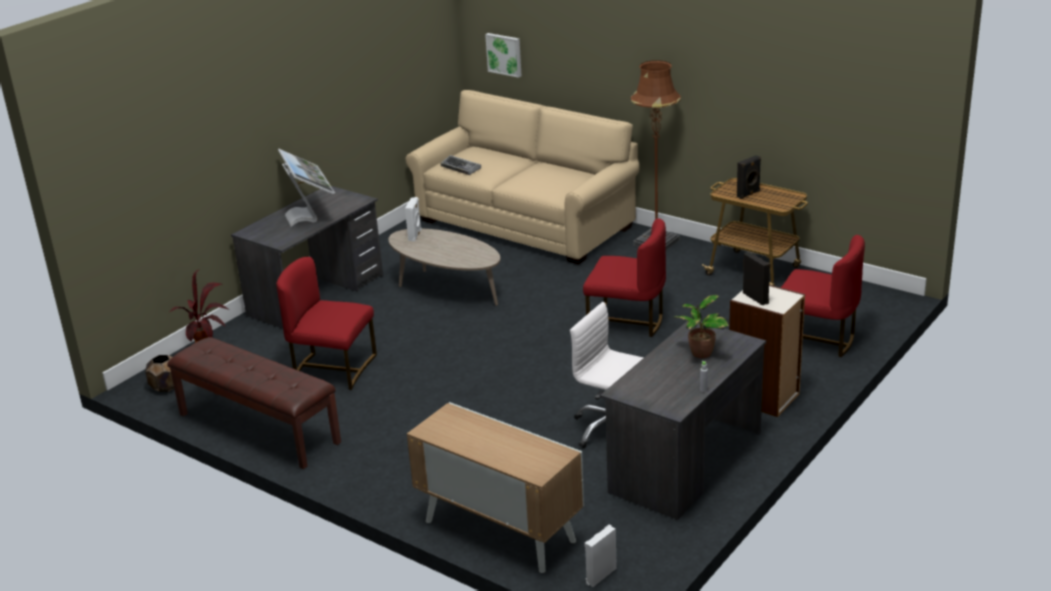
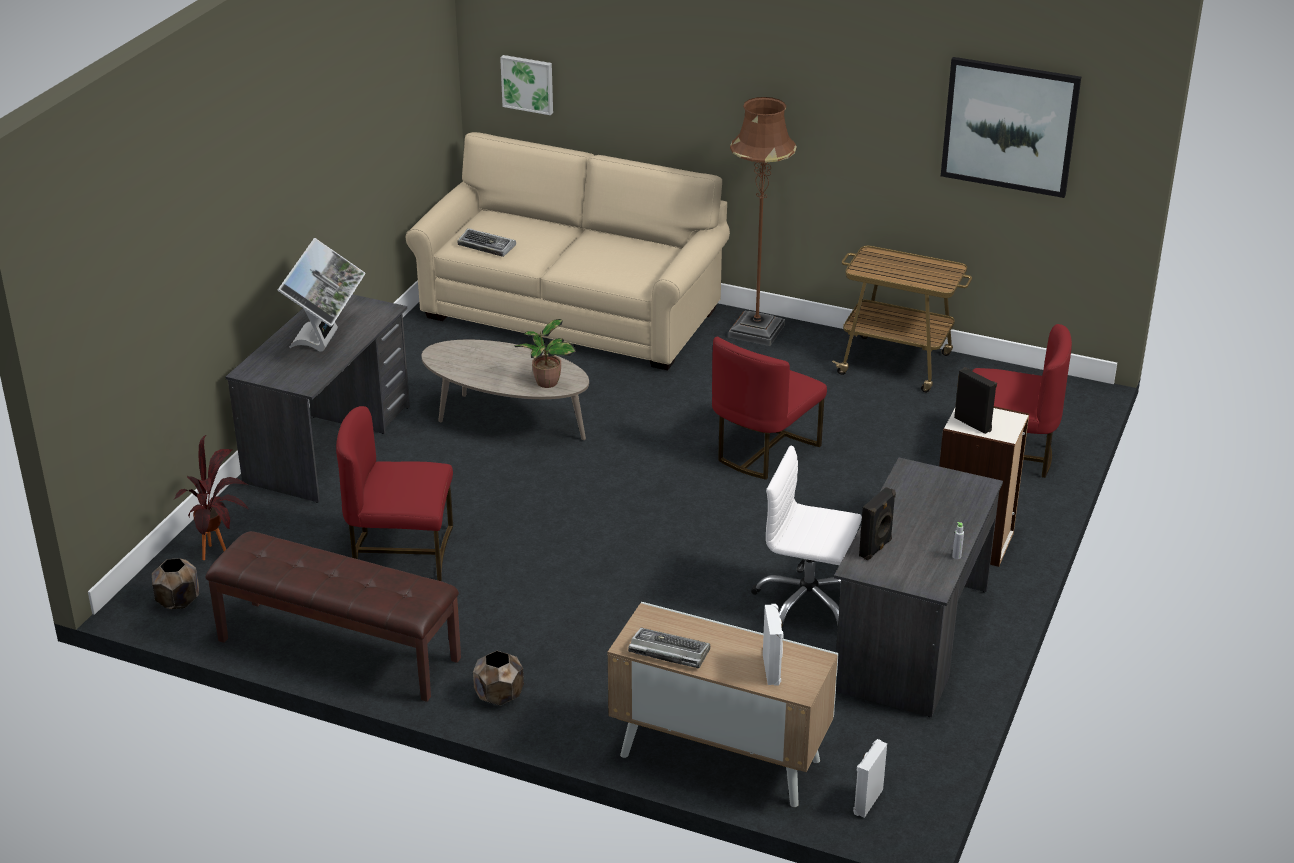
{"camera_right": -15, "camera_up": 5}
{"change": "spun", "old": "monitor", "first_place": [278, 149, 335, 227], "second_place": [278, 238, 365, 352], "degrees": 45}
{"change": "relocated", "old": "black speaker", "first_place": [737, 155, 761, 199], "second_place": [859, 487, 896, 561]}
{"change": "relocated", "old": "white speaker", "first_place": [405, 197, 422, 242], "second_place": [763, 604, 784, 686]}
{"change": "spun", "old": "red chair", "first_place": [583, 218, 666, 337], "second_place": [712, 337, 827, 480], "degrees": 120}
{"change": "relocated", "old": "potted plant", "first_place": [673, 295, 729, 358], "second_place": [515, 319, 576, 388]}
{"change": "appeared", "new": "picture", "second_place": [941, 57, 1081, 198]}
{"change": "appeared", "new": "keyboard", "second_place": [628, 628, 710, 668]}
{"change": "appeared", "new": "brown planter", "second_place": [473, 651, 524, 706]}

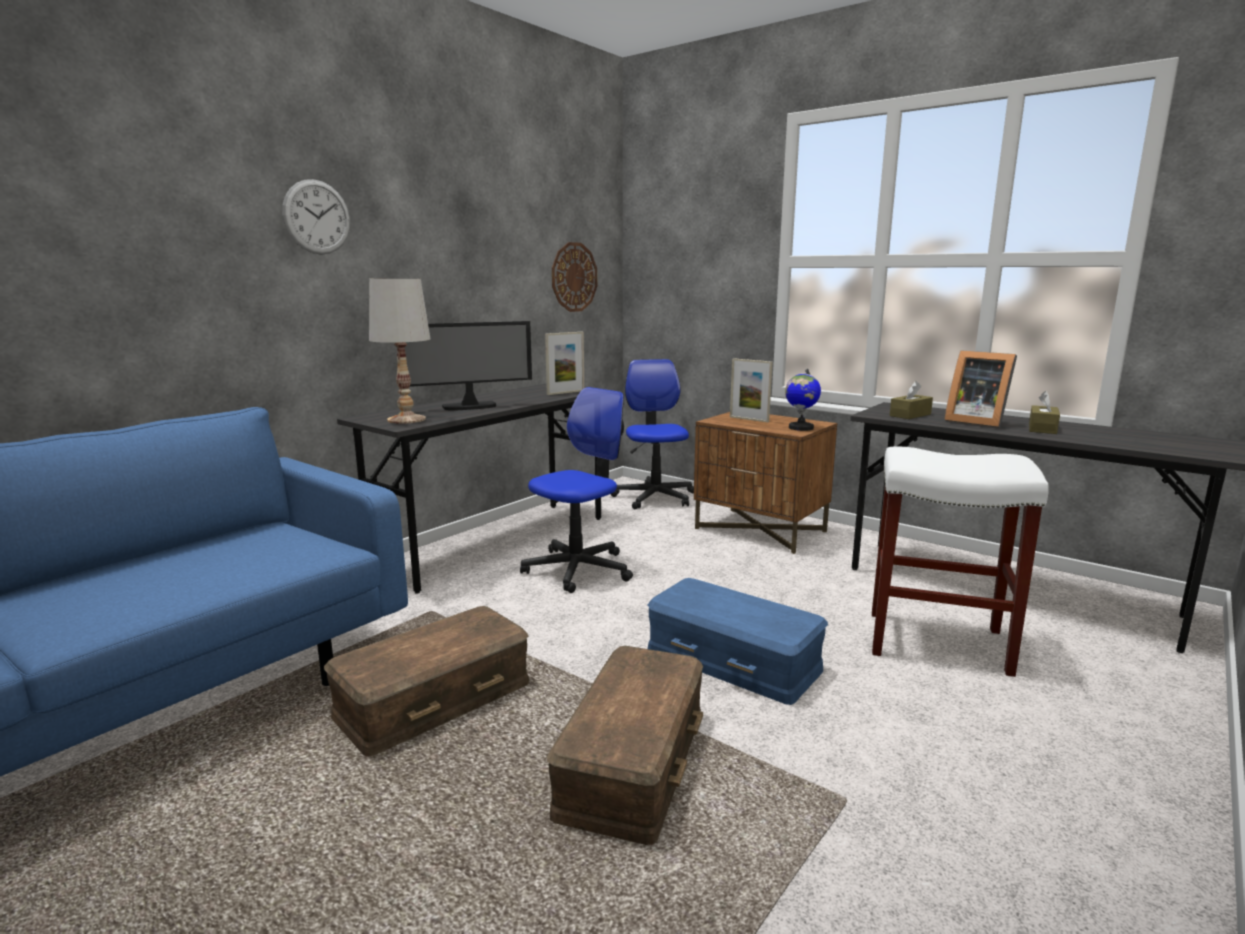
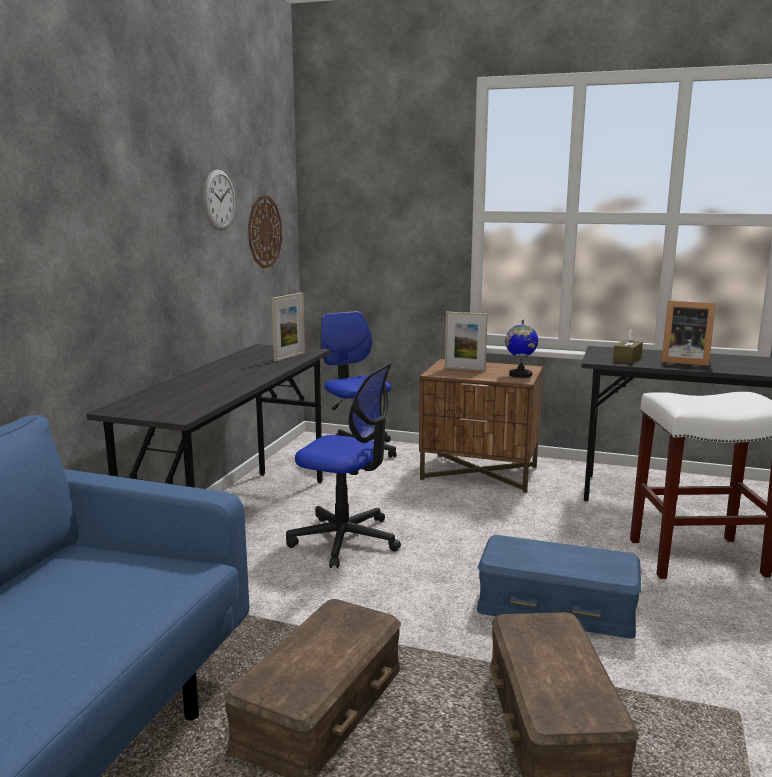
{"camera_right": -20, "camera_up": 0}
{"change": "relocated", "old": "wall clock", "first_place": [282, 179, 350, 255], "second_place": [203, 169, 235, 231]}
{"change": "missing", "old": "white table lamp", "first_place": [369, 279, 431, 424]}
{"change": "missing", "old": "monitor", "first_place": [405, 321, 532, 410]}
{"change": "spun", "old": "office chair", "first_place": [520, 387, 633, 593], "second_place": [286, 362, 401, 568], "degrees": 90}
{"change": "missing", "old": "brown tissue box", "first_place": [1029, 391, 1060, 434]}

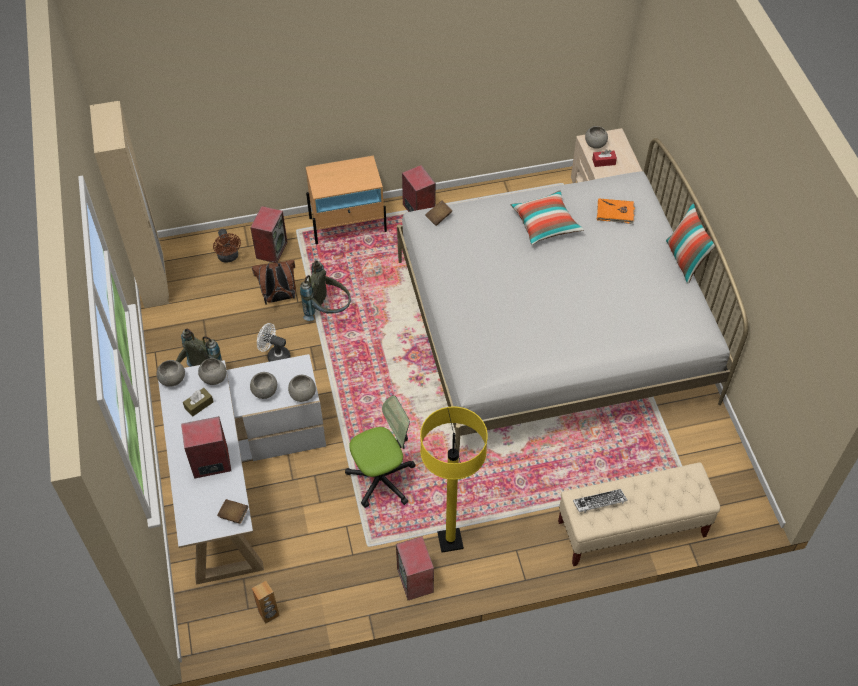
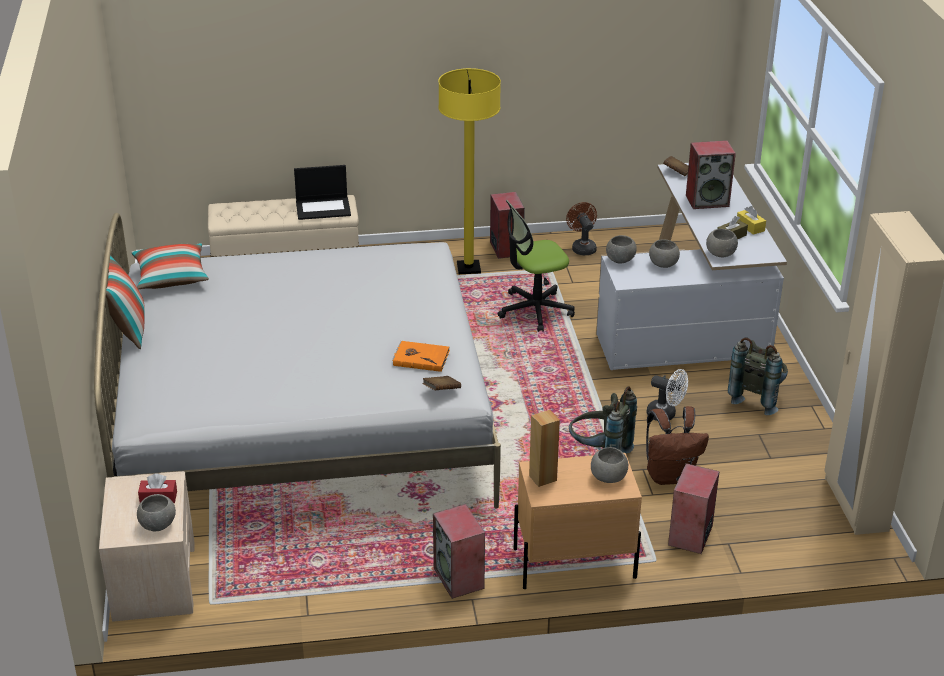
{"camera_right": -175, "camera_up": -20}
{"change": "relocated", "old": "pillow", "first_place": [511, 190, 584, 245], "second_place": [131, 243, 209, 289]}
{"change": "relocated", "old": "orange book", "first_place": [597, 198, 635, 224], "second_place": [392, 341, 450, 372]}
{"change": "relocated", "old": "brown fan", "first_place": [213, 229, 241, 263], "second_place": [566, 202, 597, 255]}
{"change": "relocated", "old": "grey bowl", "first_place": [157, 360, 185, 387], "second_place": [591, 447, 628, 483]}
{"change": "exchanged", "old": "keyboard", "new": "laptop", "first_place": [573, 489, 627, 513], "second_place": [294, 165, 351, 220]}
{"change": "relocated", "old": "brown speaker", "first_place": [252, 580, 280, 624], "second_place": [529, 410, 560, 487]}
{"change": "appeared", "new": "yellow tissue box", "second_place": [737, 206, 766, 235]}

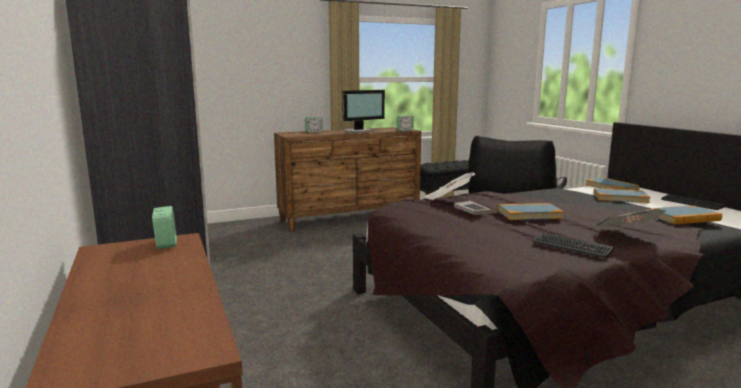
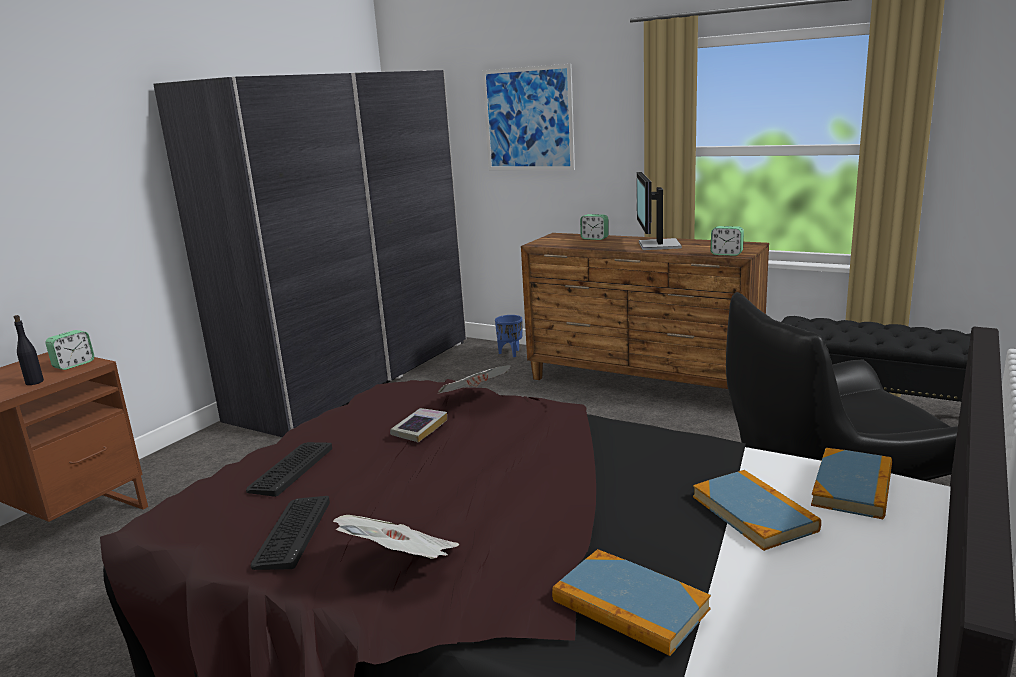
{"camera_right": 55, "camera_up": 5}
{"change": "spun", "old": "monitor", "first_place": [342, 90, 385, 133], "second_place": [637, 172, 682, 250], "degrees": 75}
{"change": "relocated", "old": "keyboard", "first_place": [661, 194, 725, 210], "second_place": [246, 442, 332, 497]}
{"change": "missing", "old": "book", "first_place": [498, 203, 564, 220]}
{"change": "appeared", "new": "picture", "second_place": [482, 64, 575, 170]}
{"change": "appeared", "new": "black bottle", "second_place": [14, 315, 44, 385]}
{"change": "appeared", "new": "blue planter", "second_place": [495, 315, 523, 357]}

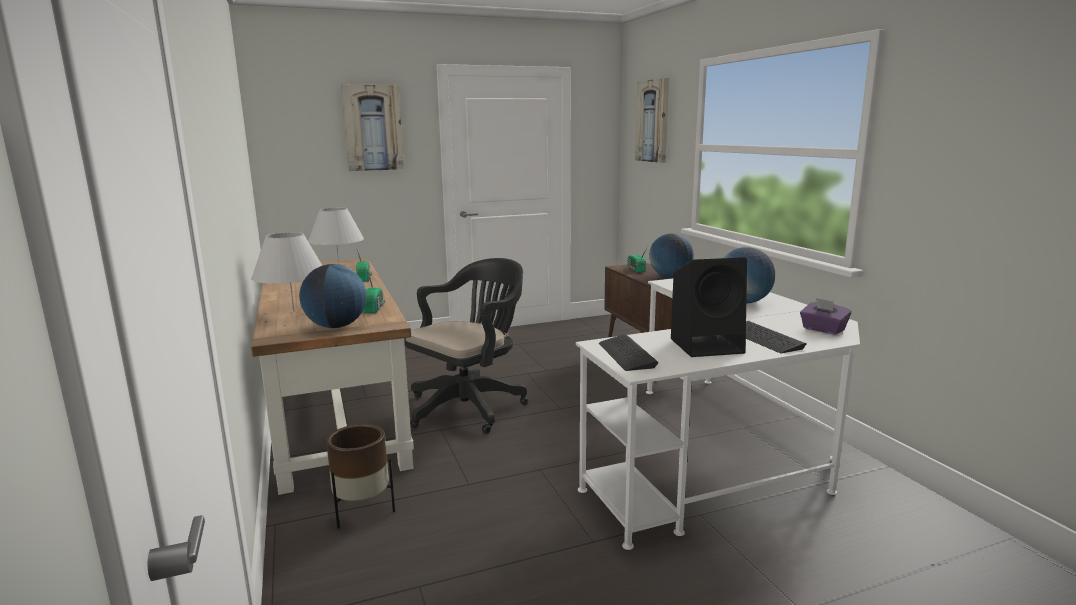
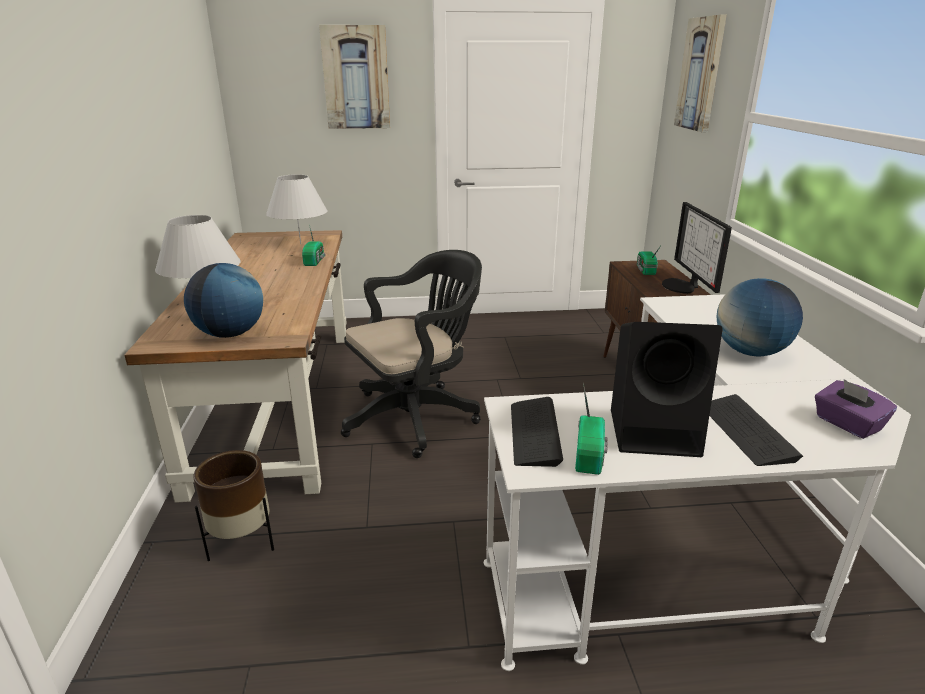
{"camera_right": 15, "camera_up": 10}
{"change": "exchanged", "old": "globe", "new": "monitor", "first_place": [649, 233, 694, 277], "second_place": [662, 202, 732, 294]}
{"change": "relocated", "old": "radio", "first_place": [363, 271, 385, 313], "second_place": [575, 383, 608, 475]}

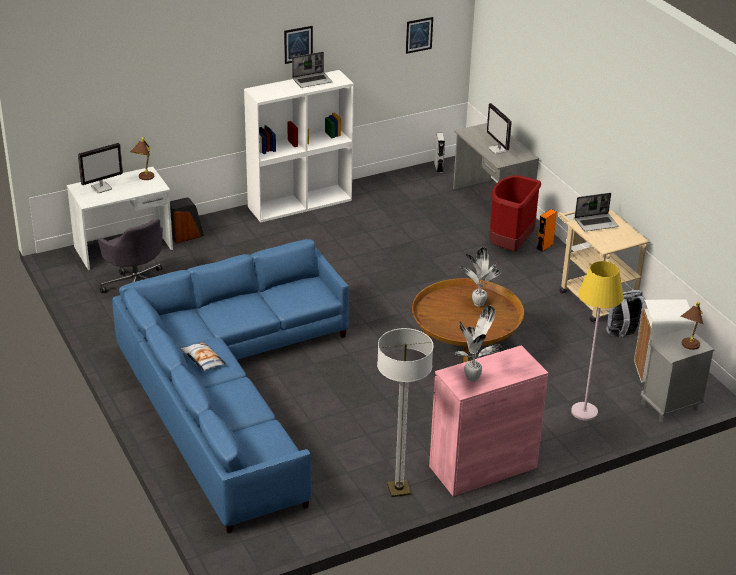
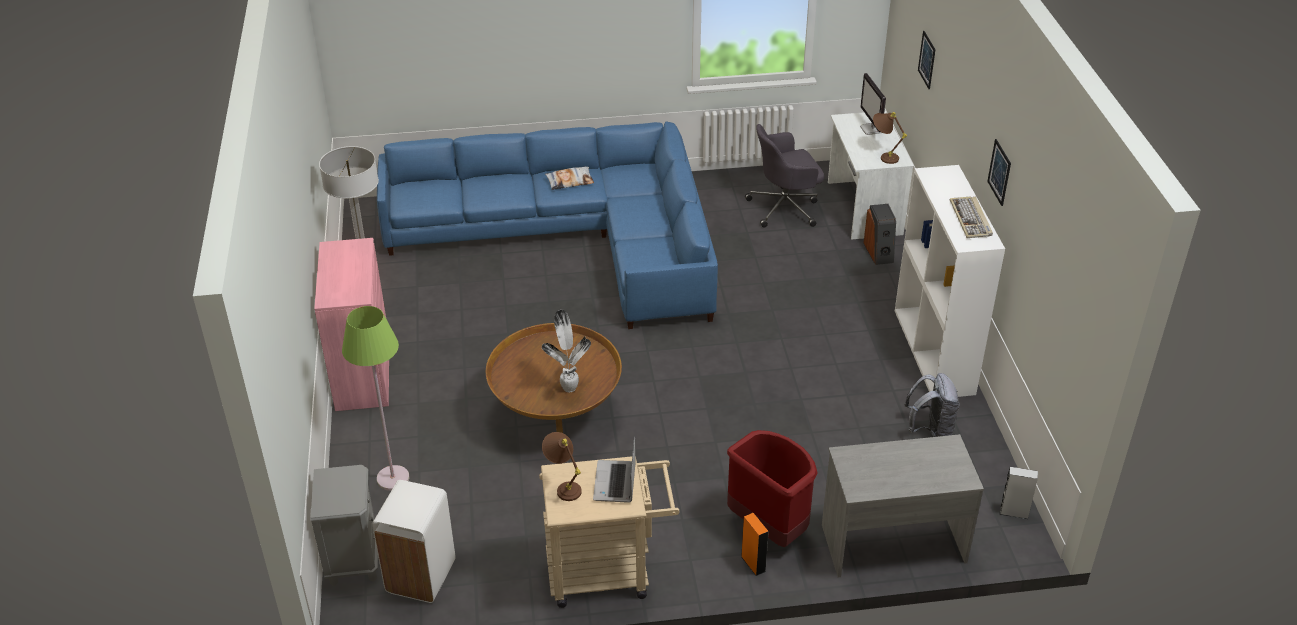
{"camera_right": 110, "camera_up": 5}
{"change": "relocated", "old": "picture", "first_place": [406, 17, 433, 54], "second_place": [918, 31, 936, 89]}
{"change": "exchanged", "old": "laptop", "new": "keyboard", "first_place": [292, 52, 333, 88], "second_place": [949, 197, 993, 238]}
{"change": "missing", "old": "monitor", "first_place": [487, 103, 512, 154]}
{"change": "colour", "old": "yellow floor lamp", "new": "green floor lamp", "first_place": [571, 261, 624, 421], "second_place": [342, 306, 409, 491]}
{"change": "relocated", "old": "grey backpack", "first_place": [606, 290, 646, 339], "second_place": [904, 373, 959, 437]}
{"change": "relocated", "old": "brown table lamp", "first_place": [681, 301, 703, 350], "second_place": [542, 432, 582, 501]}
{"change": "missing", "old": "potted plant", "first_place": [455, 305, 501, 381]}

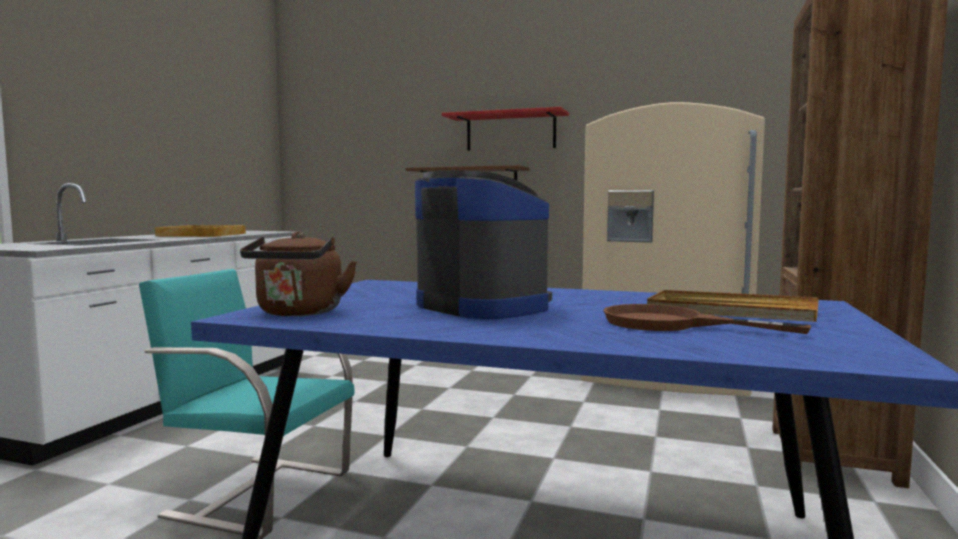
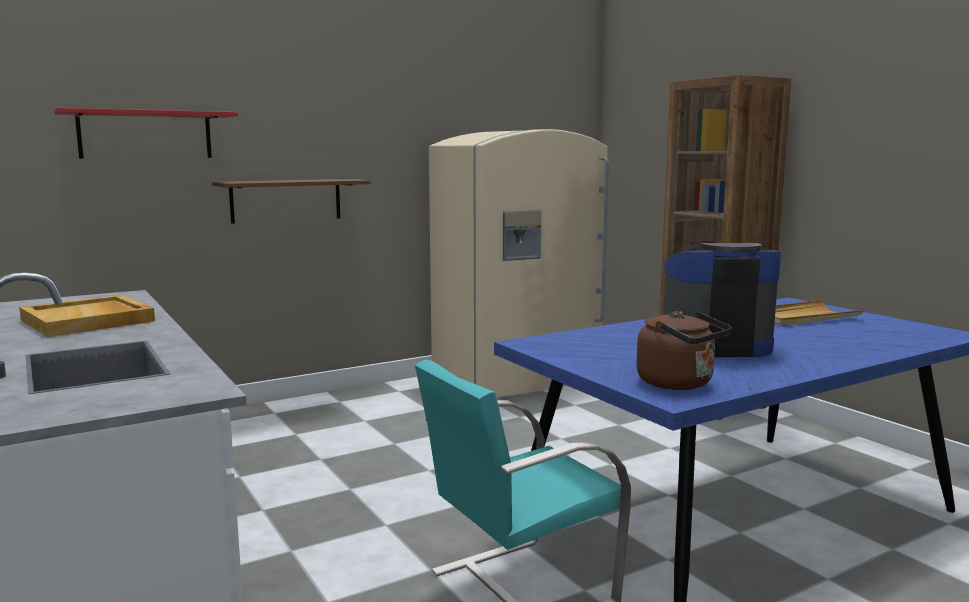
{"camera_right": -50, "camera_up": 5}
{"change": "relocated", "old": "red shelf", "first_place": [442, 107, 569, 151], "second_place": [54, 108, 238, 158]}
{"change": "missing", "old": "brown frying pan", "first_place": [604, 304, 812, 334]}

